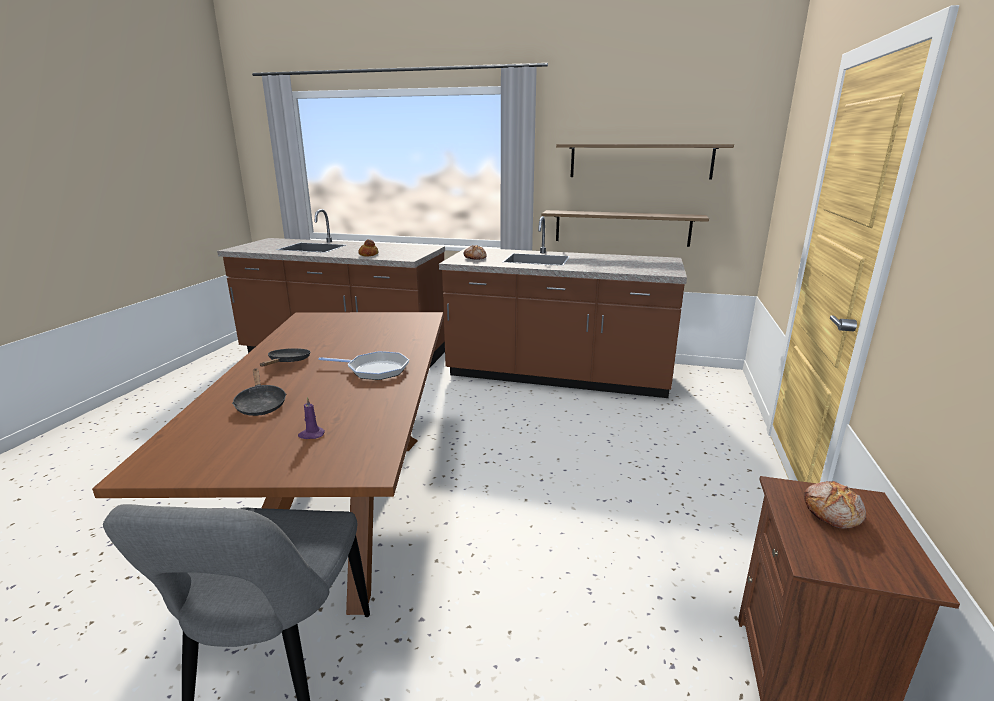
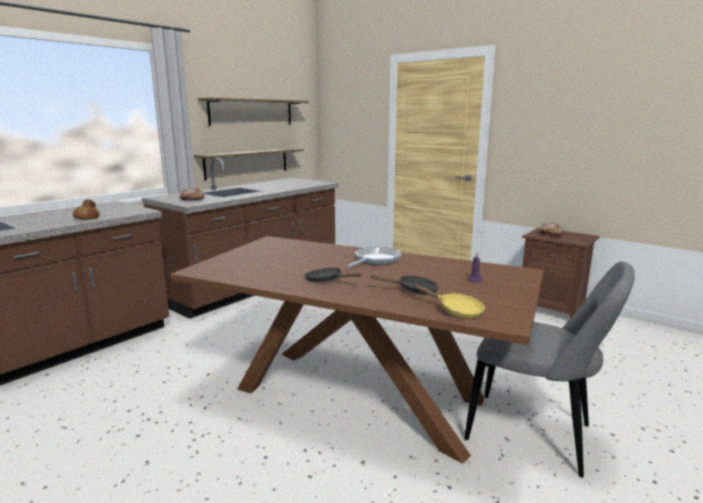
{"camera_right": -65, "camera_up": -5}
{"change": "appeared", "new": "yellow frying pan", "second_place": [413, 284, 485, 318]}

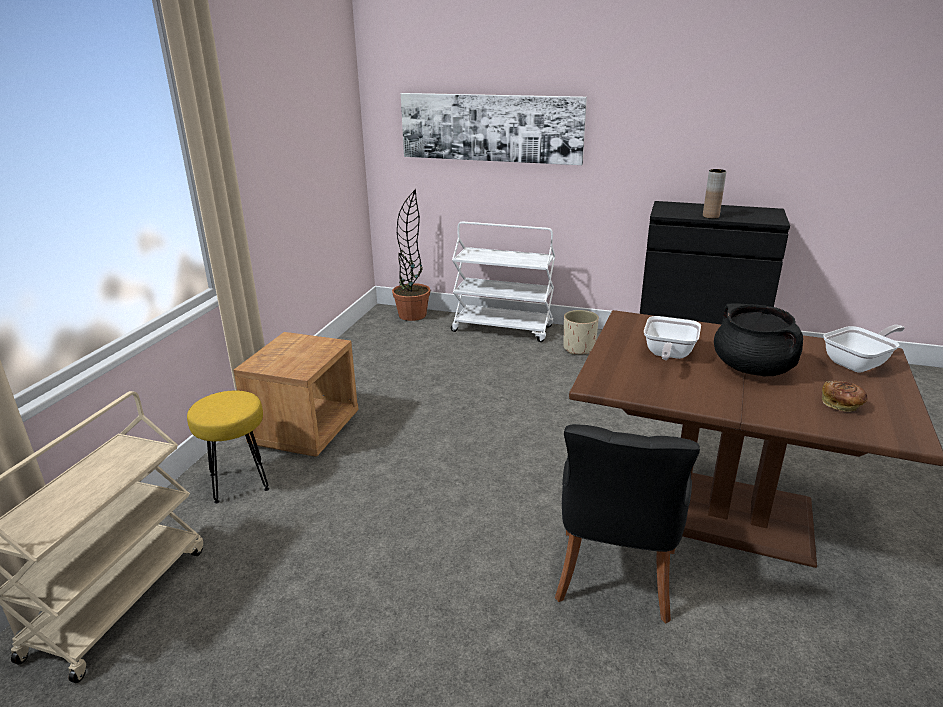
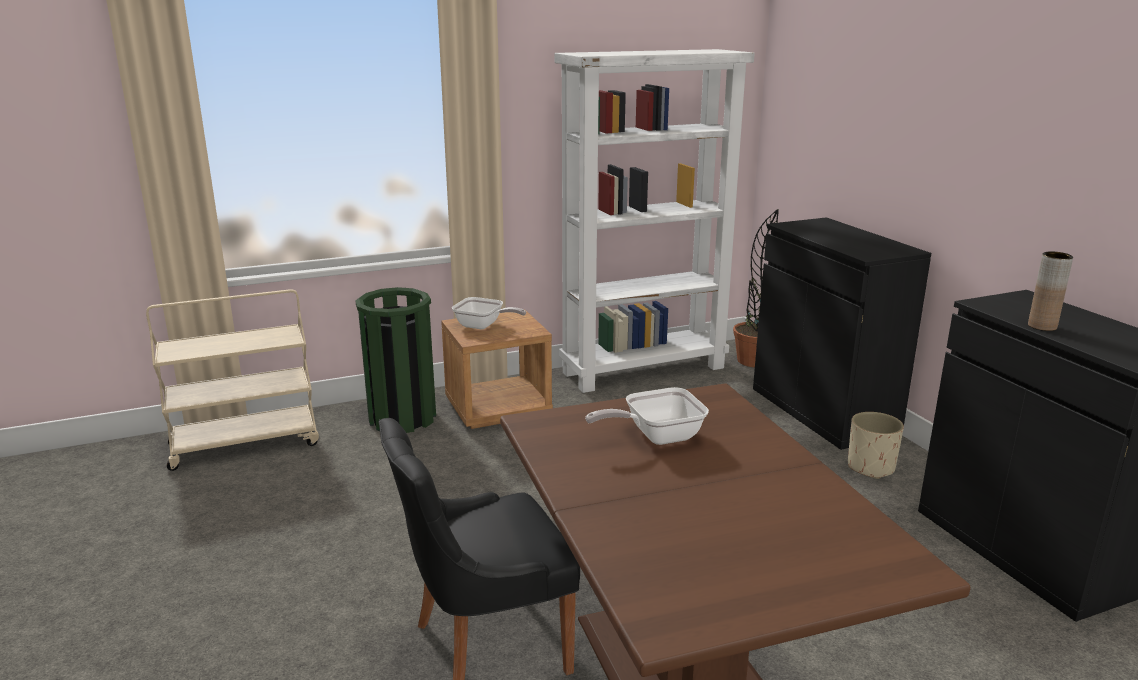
{"camera_right": 50, "camera_up": -5}
{"change": "missing", "old": "picture", "first_place": [401, 93, 587, 165]}
{"change": "exchanged", "old": "white cart", "new": "black cabinet", "first_place": [451, 221, 555, 342], "second_place": [753, 217, 931, 450]}
{"change": "missing", "old": "black cooking pot", "first_place": [714, 304, 803, 376]}
{"change": "relocated", "old": "frying pan", "first_place": [823, 325, 905, 372], "second_place": [452, 297, 526, 329]}
{"change": "missing", "old": "bread", "first_place": [822, 381, 868, 412]}
{"change": "exchanged", "old": "yellow stool", "new": "green trash can", "first_place": [187, 391, 269, 504], "second_place": [355, 287, 436, 433]}
{"change": "appeared", "new": "white bookcase", "second_place": [555, 49, 755, 393]}

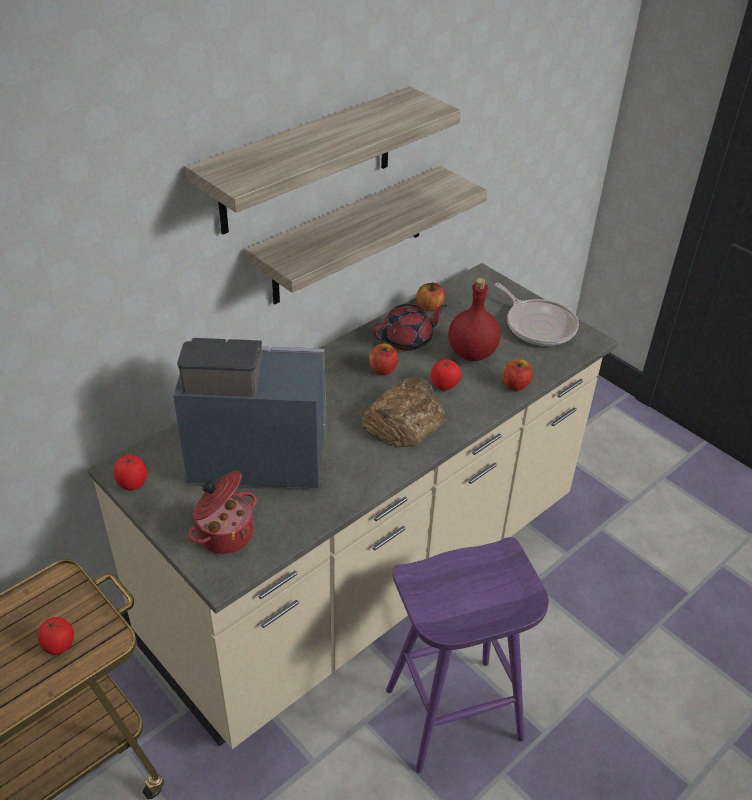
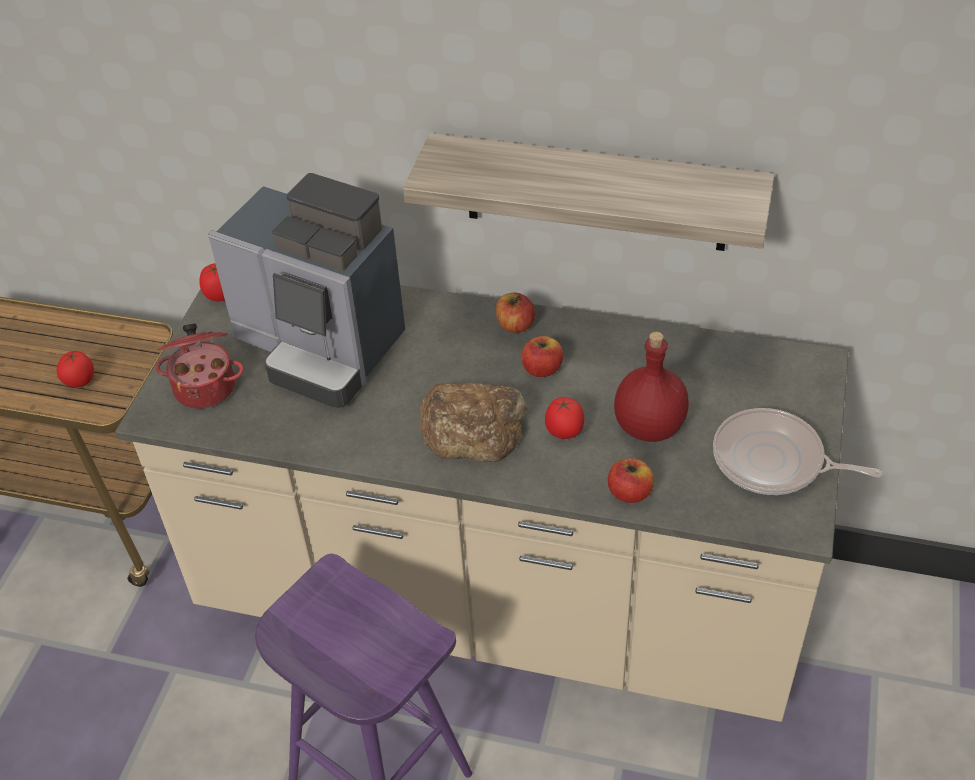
{"camera_right": 60, "camera_up": 5}
{"change": "missing", "old": "shelf", "first_place": [186, 87, 461, 234]}
{"change": "relocated", "old": "apple", "first_place": [416, 282, 445, 311], "second_place": [496, 293, 535, 333]}
{"change": "spun", "old": "frying pan", "first_place": [495, 283, 579, 346], "second_place": [713, 408, 883, 495], "degrees": 90}
{"change": "missing", "old": "red teapot", "first_place": [373, 304, 447, 351]}
{"change": "spun", "old": "coffee machine", "first_place": [173, 338, 326, 488], "second_place": [208, 173, 405, 408], "degrees": 150}

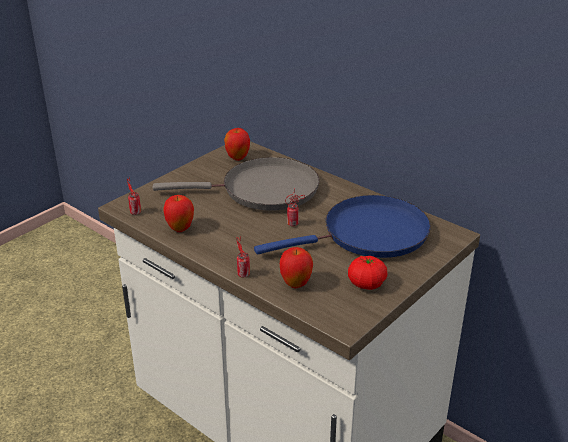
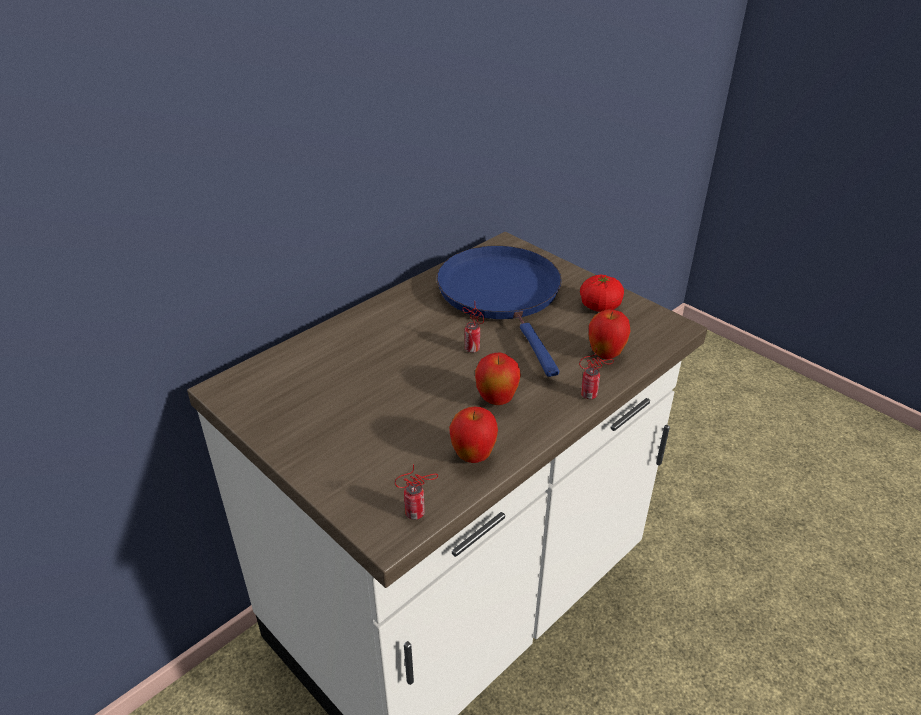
{"camera_right": -85, "camera_up": 5}
{"change": "relocated", "old": "apple", "first_place": [224, 128, 250, 161], "second_place": [475, 352, 521, 405]}
{"change": "missing", "old": "grey frying pan", "first_place": [153, 157, 319, 211]}

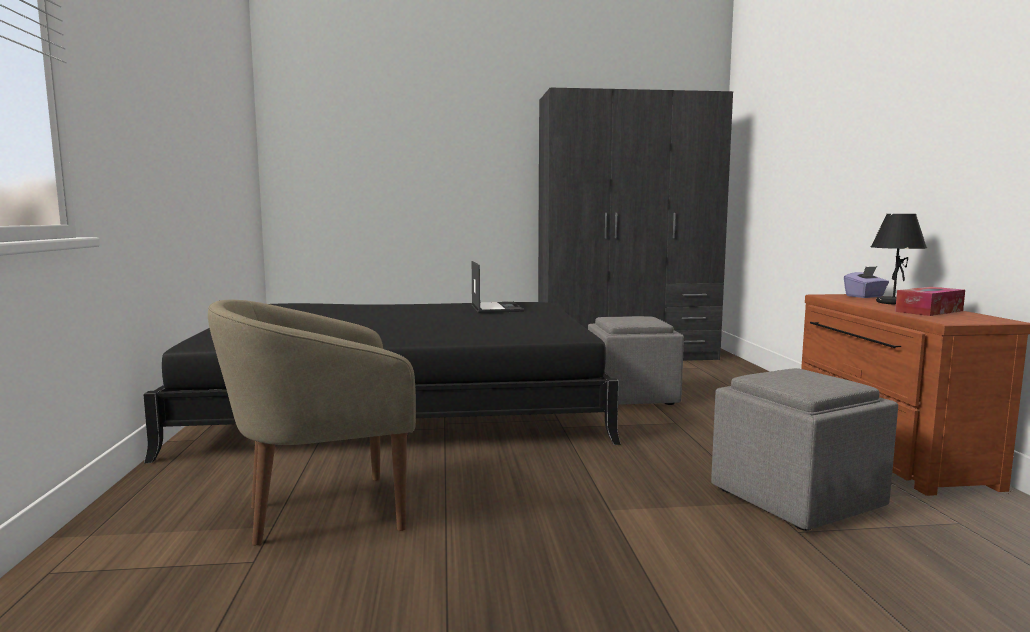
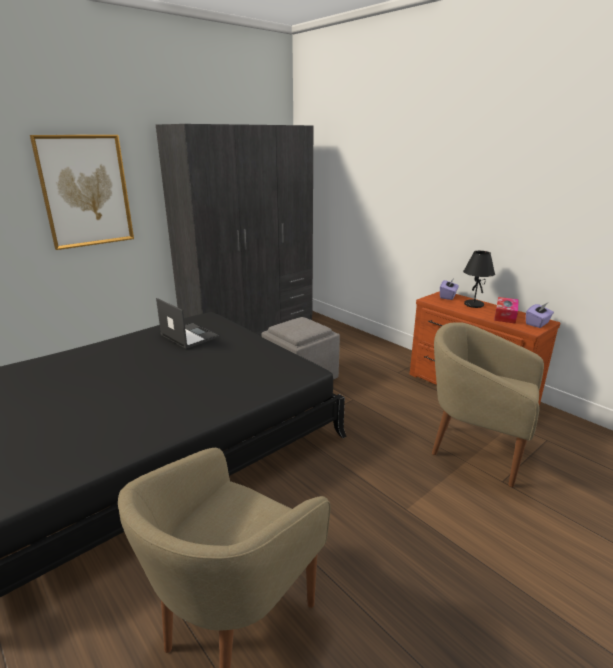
{"camera_right": -35, "camera_up": 15}
{"change": "exchanged", "old": "grey ottoman", "new": "beige armchair", "first_place": [711, 368, 898, 530], "second_place": [432, 322, 544, 487]}
{"change": "appeared", "new": "picture", "second_place": [30, 135, 134, 250]}
{"change": "appeared", "new": "purple tissue box", "second_place": [526, 303, 554, 328]}

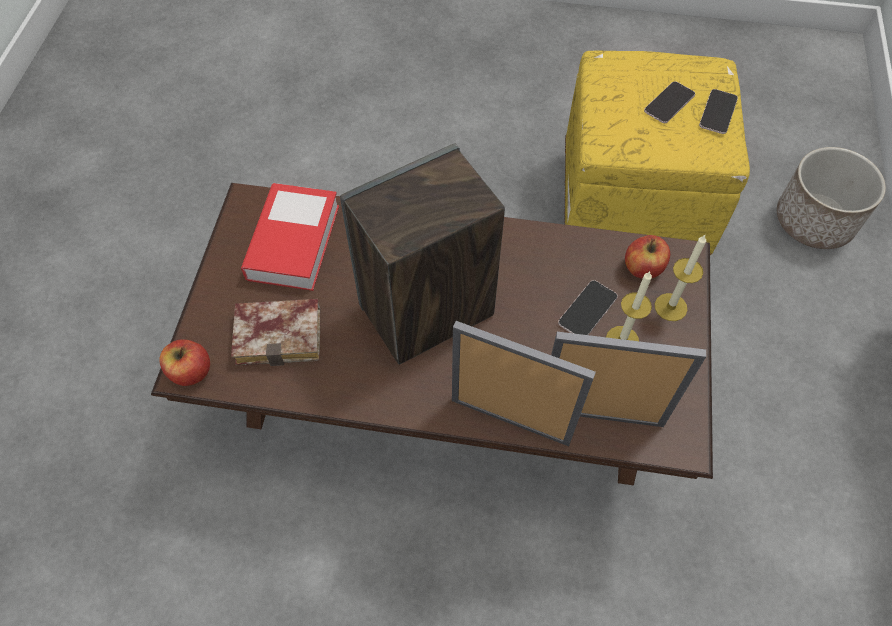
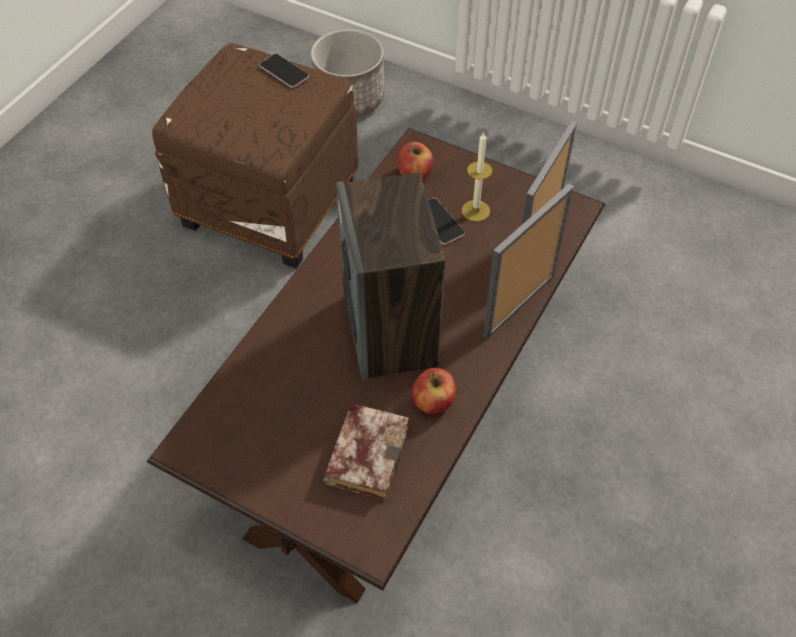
{"camera_right": -70, "camera_up": -5}
{"change": "colour", "old": "yellow ottoman", "new": "brown ottoman", "first_place": [564, 51, 750, 255], "second_place": [152, 43, 359, 269]}
{"change": "missing", "old": "phone", "first_place": [644, 81, 695, 123]}
{"change": "missing", "old": "book", "first_place": [241, 183, 339, 291]}
{"change": "missing", "old": "candle", "first_place": [655, 235, 706, 321]}
{"change": "relocated", "old": "apple", "first_place": [160, 339, 210, 386], "second_place": [412, 368, 456, 414]}

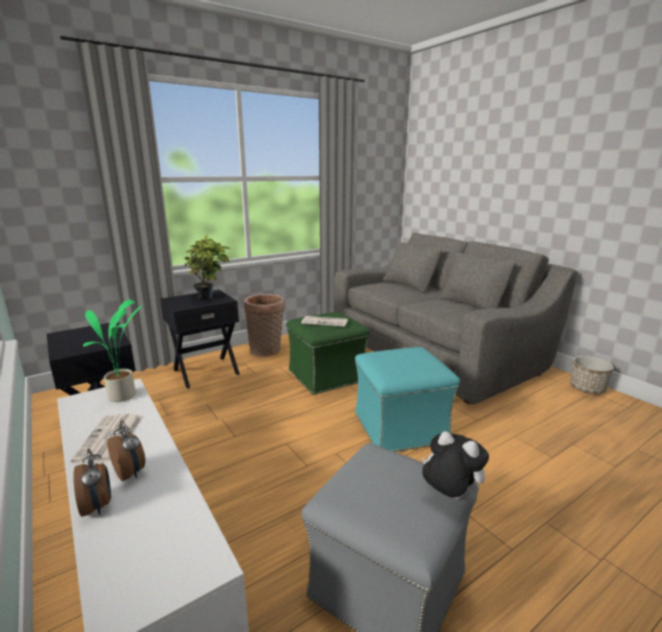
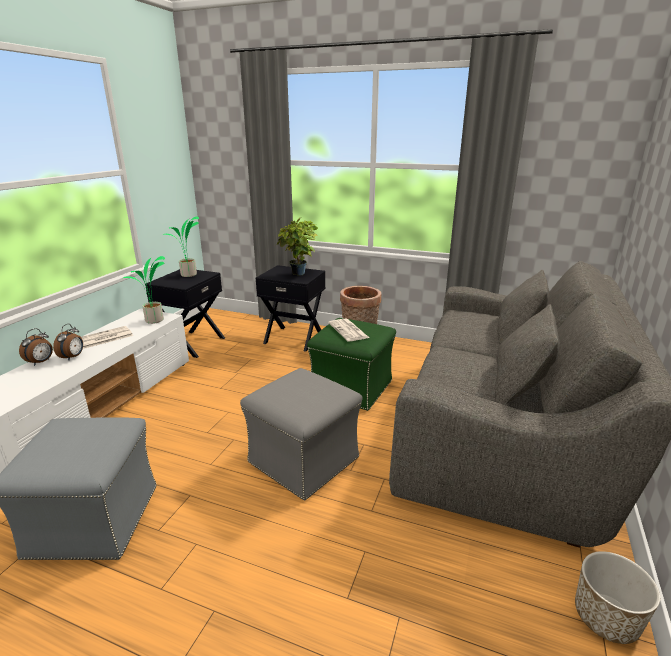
{"camera_right": 55, "camera_up": 5}
{"change": "colour", "old": "turquoise ottoman", "new": "grey ottoman", "first_place": [355, 347, 460, 452], "second_place": [240, 368, 363, 500]}
{"change": "missing", "old": "plush toy", "first_place": [422, 431, 489, 499]}
{"change": "appeared", "new": "potted plant", "second_place": [163, 216, 199, 277]}

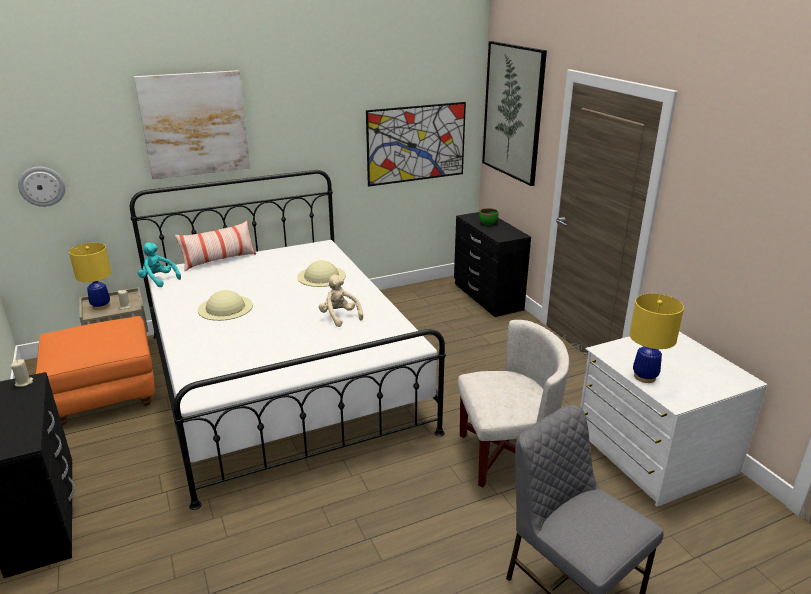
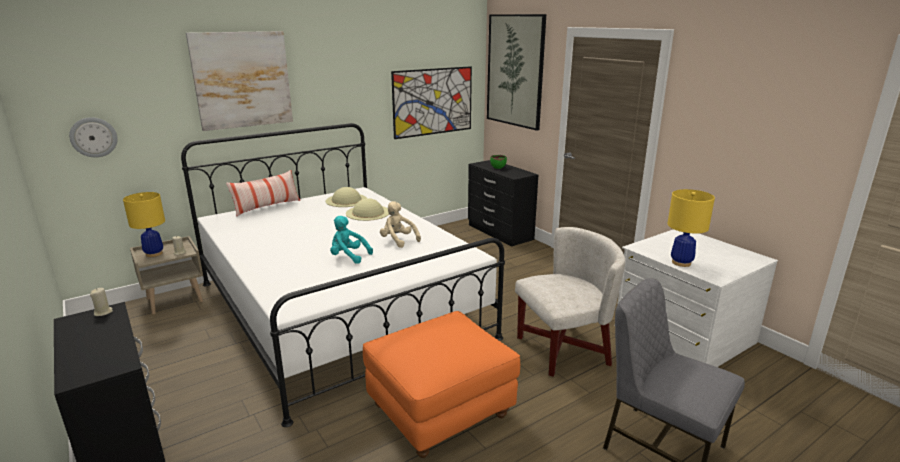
{"camera_right": -10, "camera_up": -5}
{"change": "relocated", "old": "turquoise plush toy", "first_place": [138, 242, 181, 287], "second_place": [330, 216, 373, 264]}
{"change": "relocated", "old": "beige hat", "first_place": [198, 290, 253, 321], "second_place": [325, 187, 367, 207]}
{"change": "relocated", "old": "orange ottoman", "first_place": [36, 316, 155, 425], "second_place": [363, 311, 520, 458]}

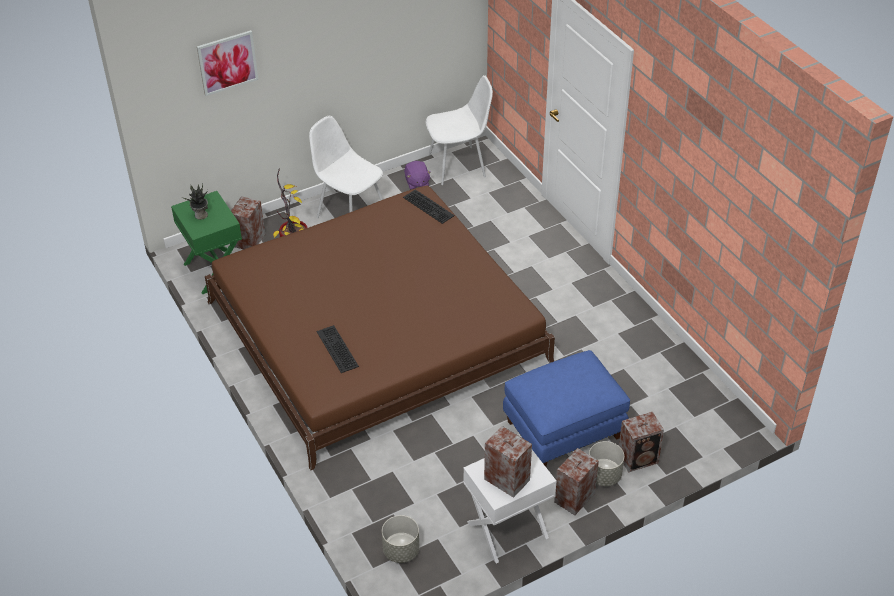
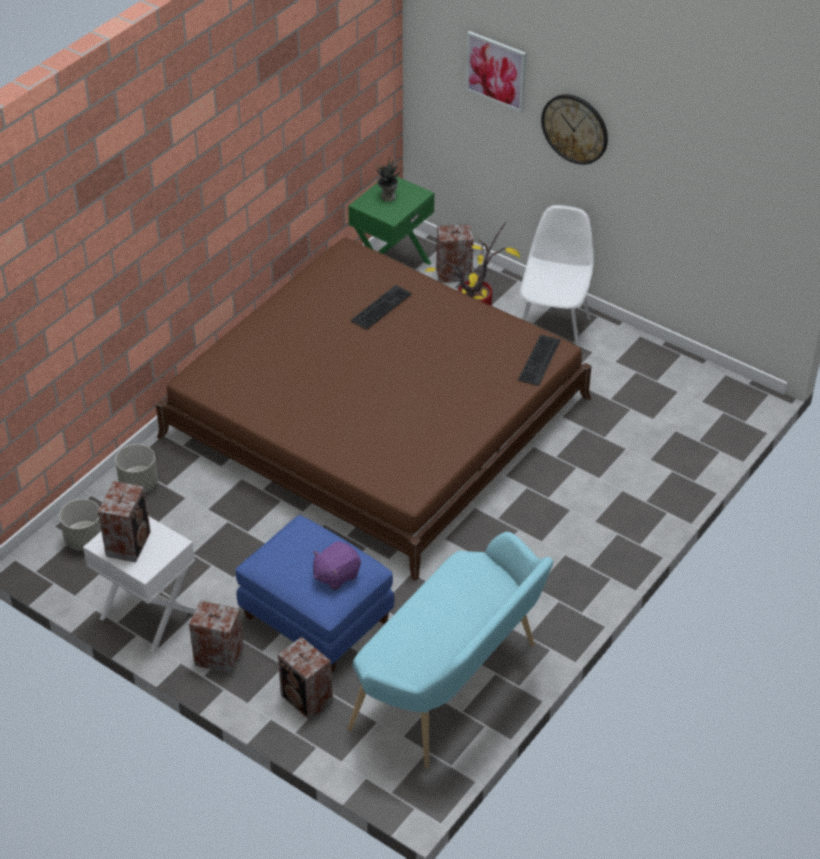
{"camera_right": 65, "camera_up": 0}
{"change": "missing", "old": "white chair", "first_place": [426, 75, 493, 185]}
{"change": "relocated", "old": "purple plush toy", "first_place": [404, 161, 431, 190], "second_place": [313, 541, 361, 590]}
{"change": "relocated", "old": "keyboard", "first_place": [317, 325, 359, 373], "second_place": [351, 285, 412, 330]}
{"change": "relocated", "old": "grey planter", "first_place": [589, 441, 624, 486], "second_place": [115, 444, 158, 492]}
{"change": "appeared", "new": "wall clock", "second_place": [541, 94, 608, 165]}
{"change": "appeared", "new": "turquoise bench", "second_place": [348, 532, 553, 768]}

